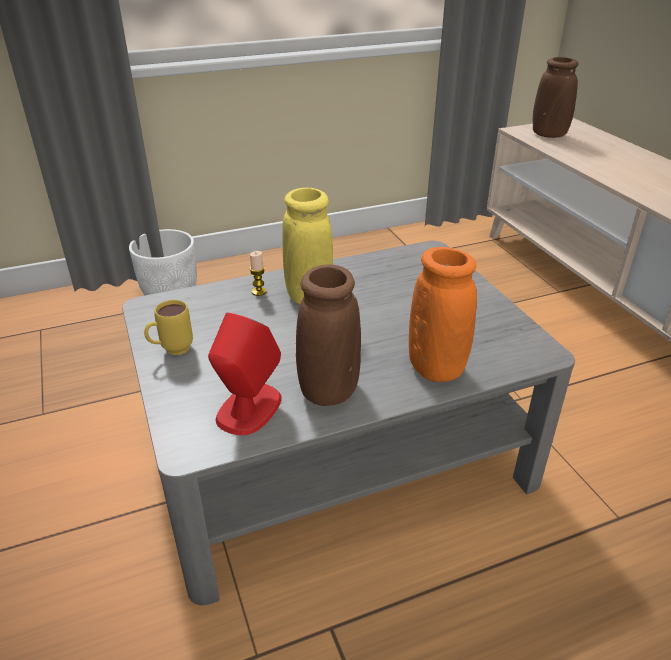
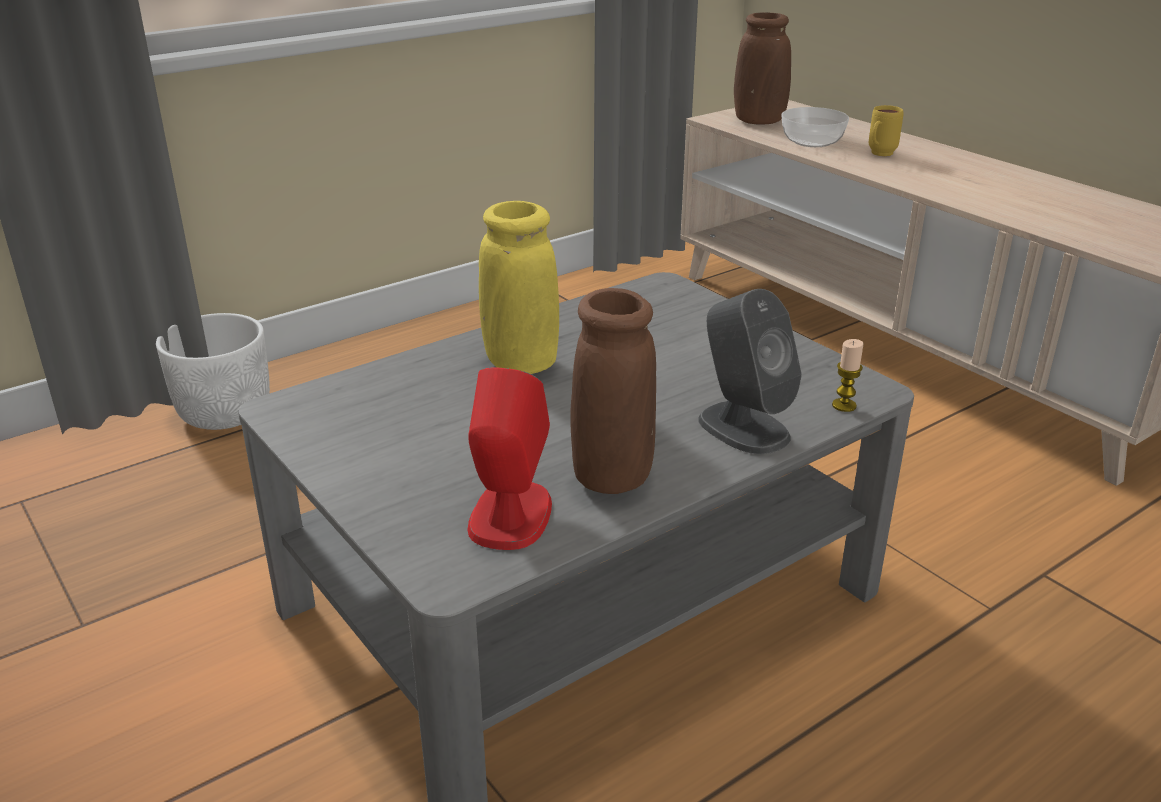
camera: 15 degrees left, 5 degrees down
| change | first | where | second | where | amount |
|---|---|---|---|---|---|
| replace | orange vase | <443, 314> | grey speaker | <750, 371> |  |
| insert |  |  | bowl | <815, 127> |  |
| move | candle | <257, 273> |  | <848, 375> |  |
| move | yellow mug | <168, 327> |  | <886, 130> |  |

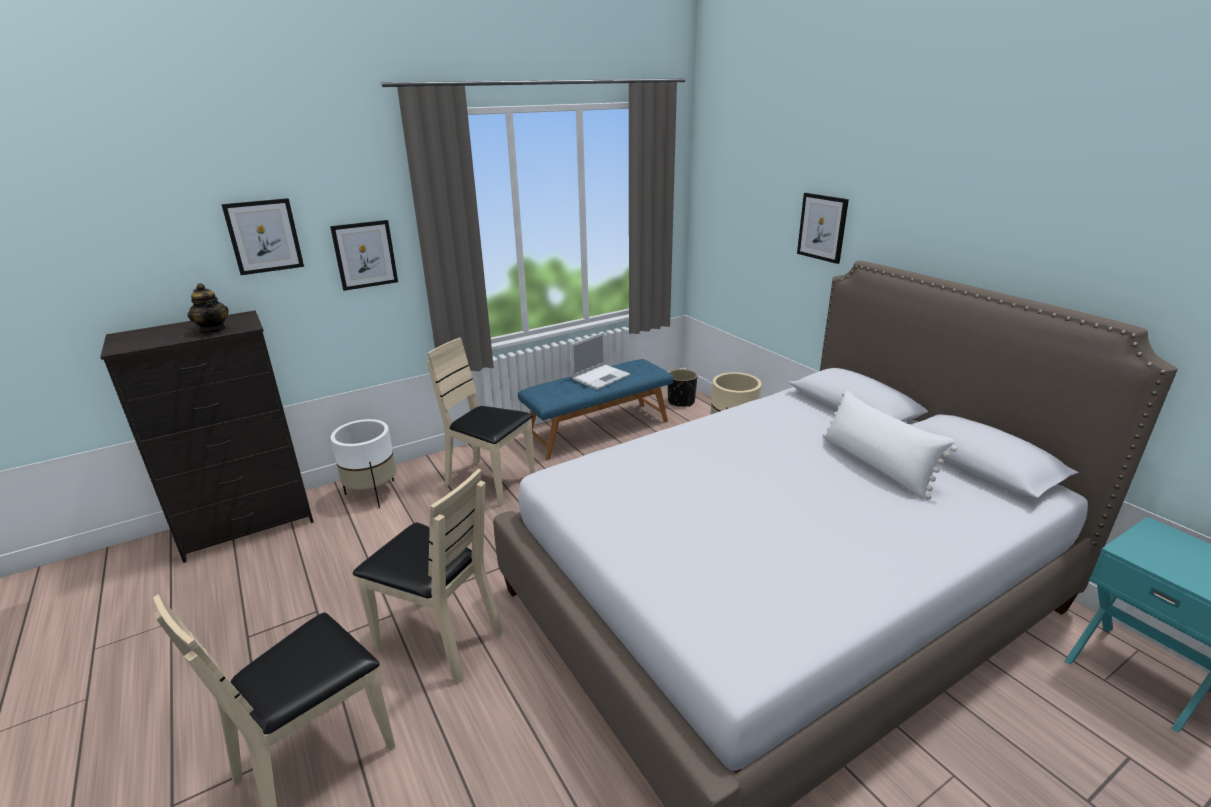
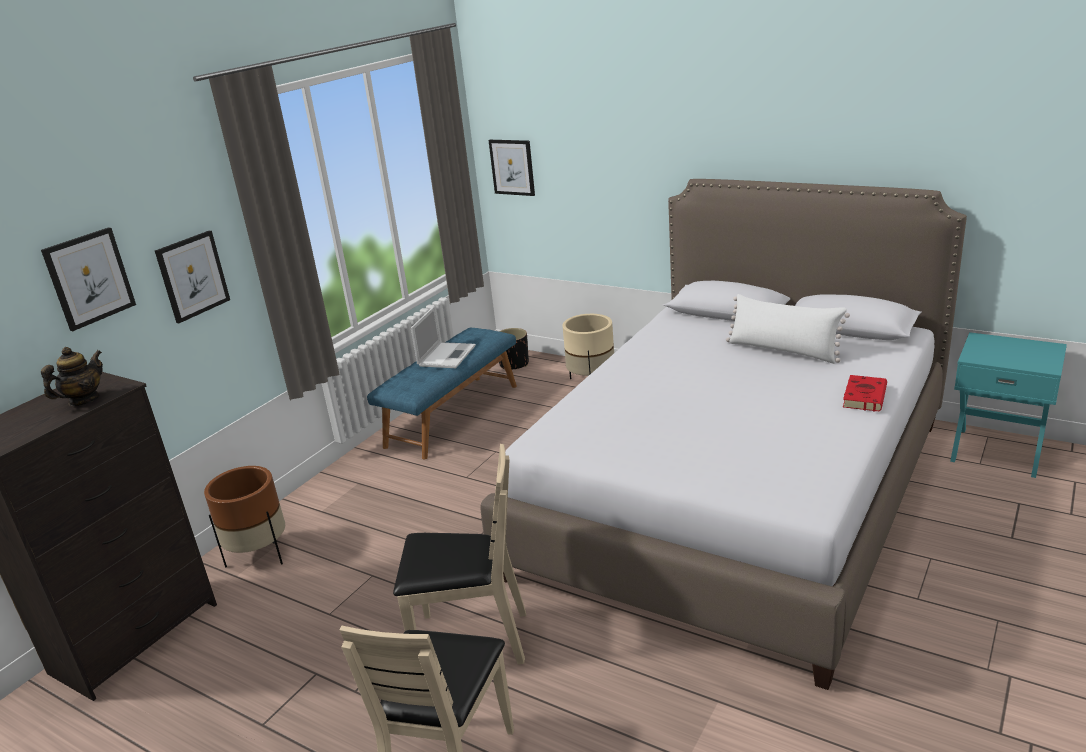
camera: 25 degrees left, 0 degrees up
| change | first | where | second | where | amount |
|---|---|---|---|---|---|
| rotate | teapot | <208, 308> |  | <72, 376> | 75 degrees counterclockwise |
| recolor | white planter | <363, 463> | brown planter | <244, 517> |  |
| move | picture | <823, 228> |  | <512, 168> |  |
| insert |  |  | red book | <865, 393> |  |
| delete | beige chair | <481, 422> |  |  |  |

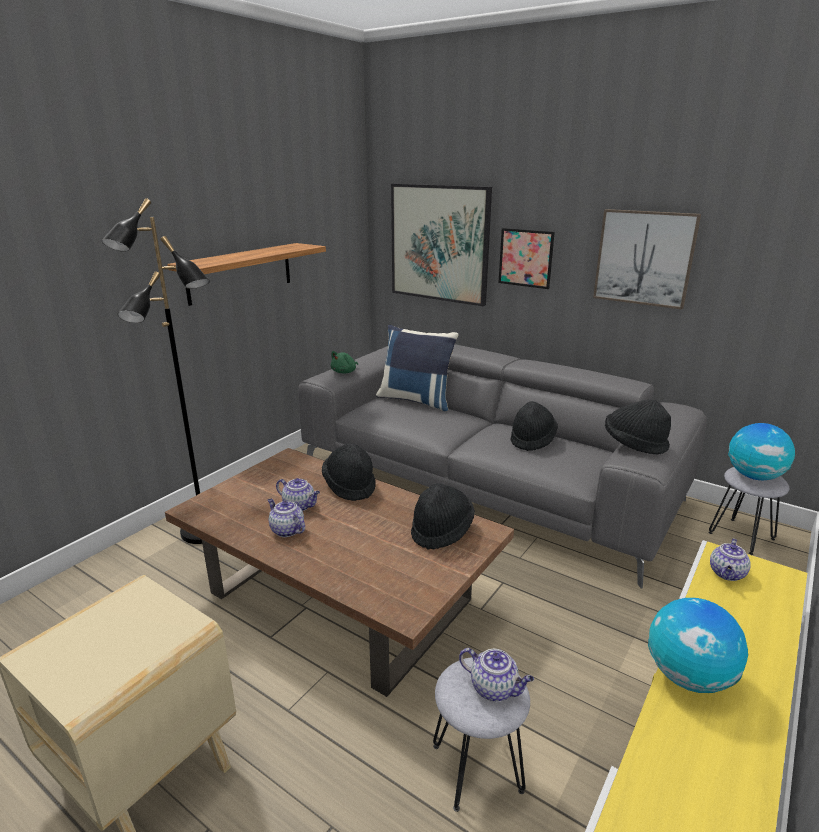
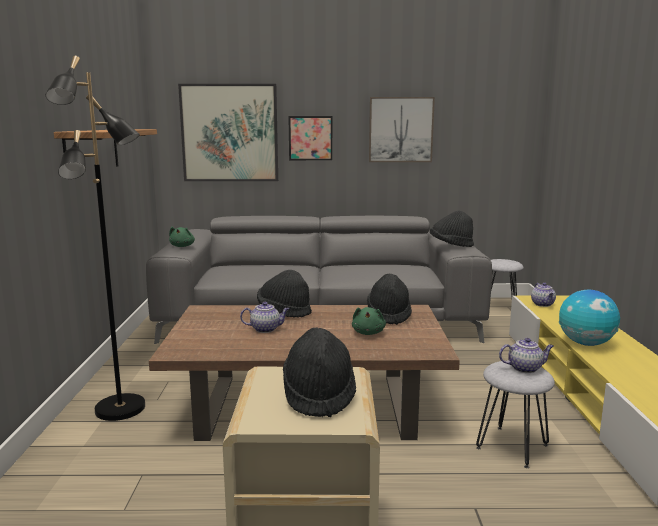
camera: 35 degrees left, 10 degrees down
| change | first | where | second | where | amount |
|---|---|---|---|---|---|
| move | black hat | <534, 426> |  | <319, 372> |  |
| insert |  |  | green plush toy | <369, 321> |  |
| delete | teapot | <286, 518> |  |  |  |
| delete | blue pillow | <417, 368> |  |  |  |
| delete | globe | <761, 451> |  |  |  |

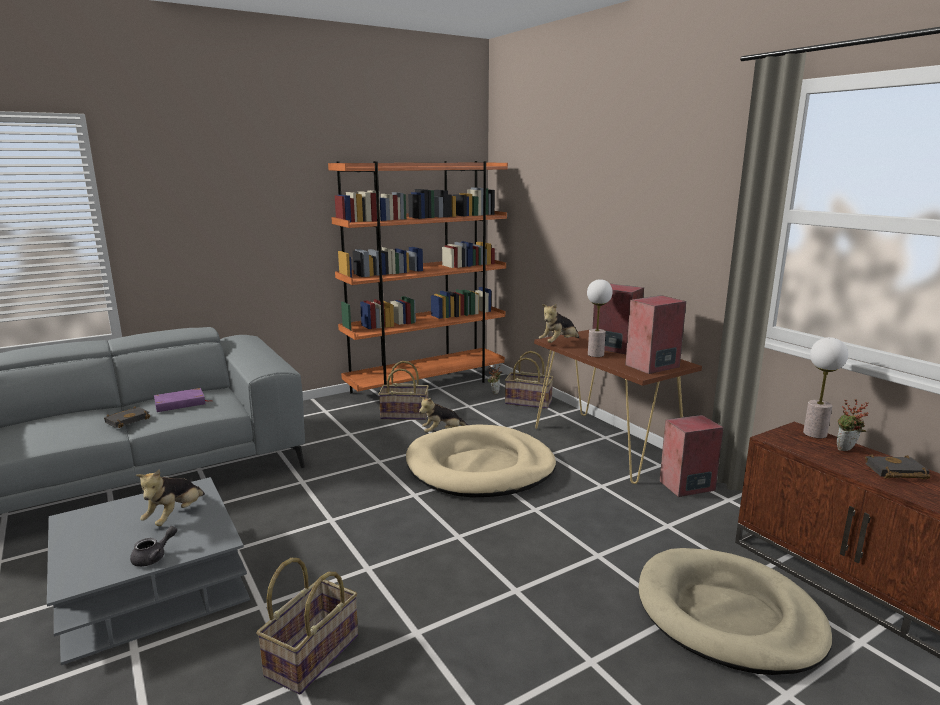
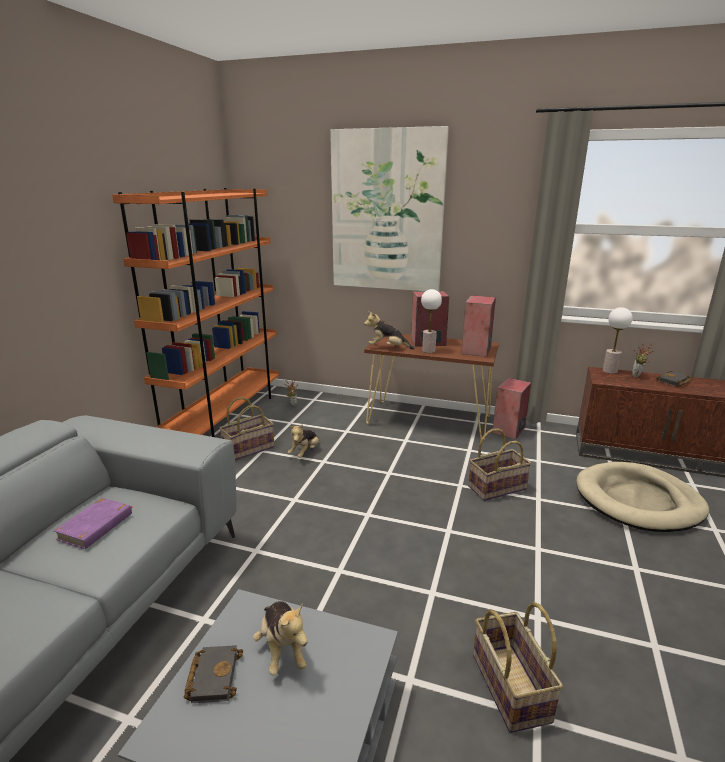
camera: 40 degrees left, 5 degrees up
| change | first | where | second | where | amount |
|---|---|---|---|---|---|
| move | black book | <127, 417> |  | <213, 674> |  |
| insert |  |  | picture | <389, 208> |  |
| rotate | plush toy | <559, 323> |  | <389, 330> | 90 degrees clockwise |
| move | basket | <529, 380> |  | <500, 464> |  |
| delete | grey teapot | <153, 546> |  |  |  |
| delete | beige dog bed | <481, 460> |  |  |  |

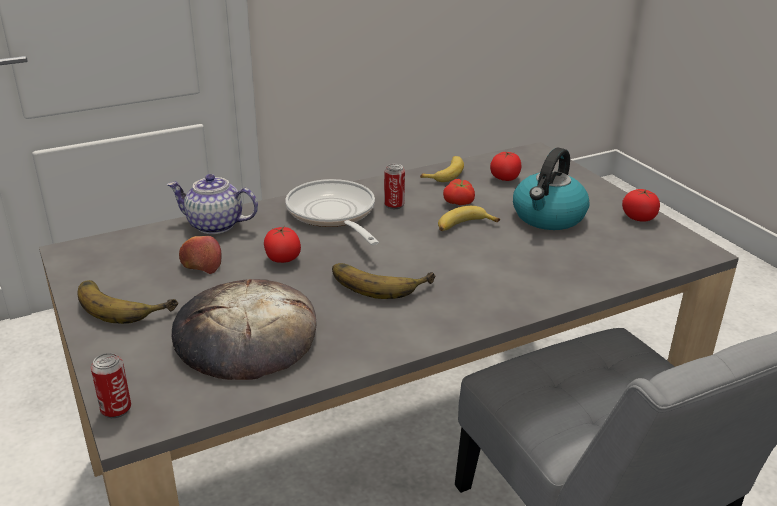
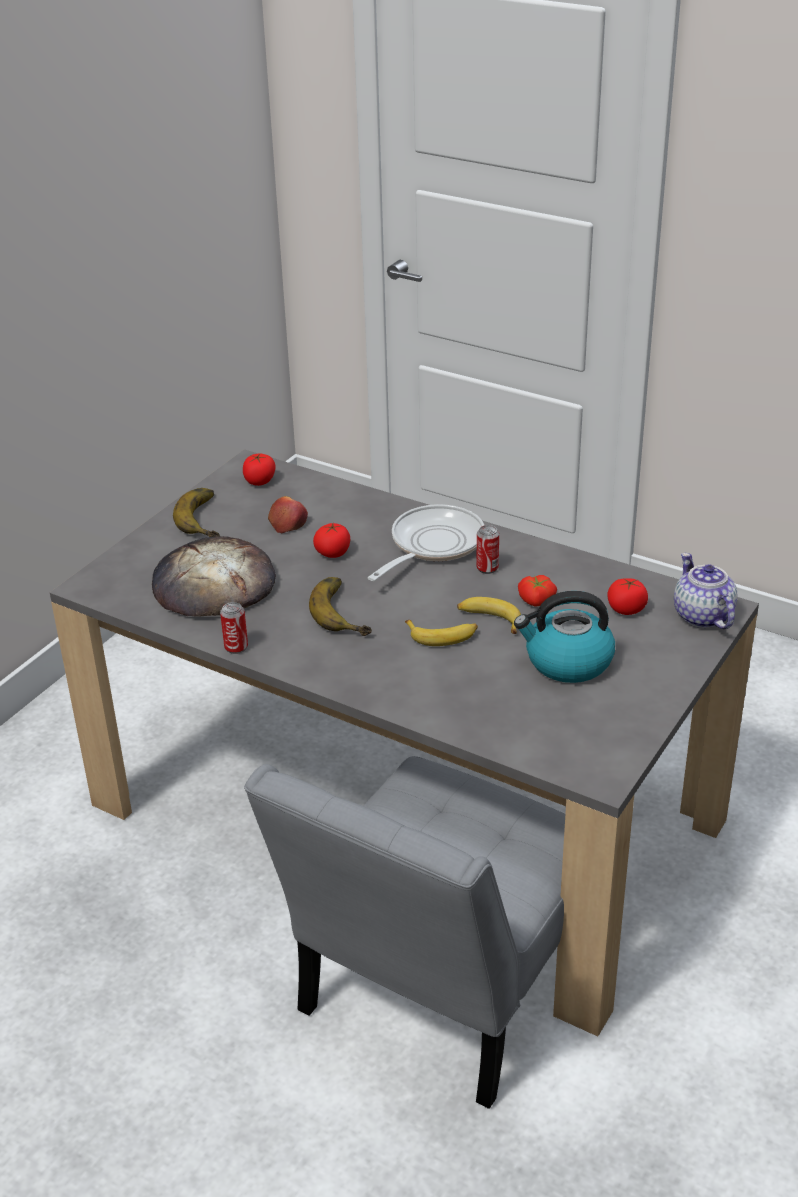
camera: 60 degrees right, 5 degrees up
| change | first | where | second | where | amount |
|---|---|---|---|---|---|
| move | can | <111, 385> |  | <234, 628> |  |
| move | tomato | <641, 205> |  | <259, 469> |  |
| move | banana | <442, 169> |  | <441, 633> |  |
| move | teapot | <212, 204> |  | <706, 591> |  |

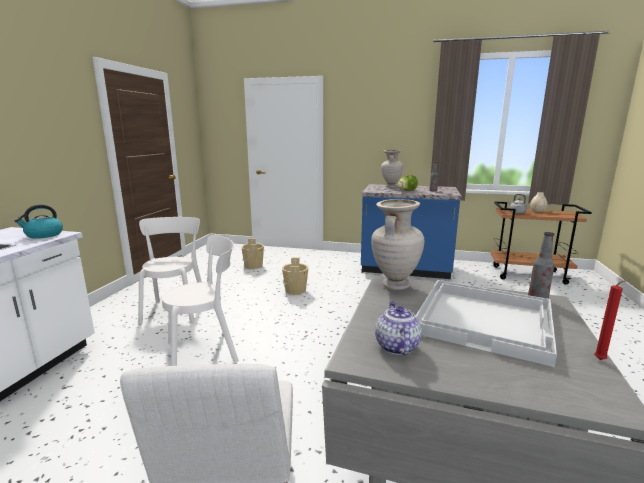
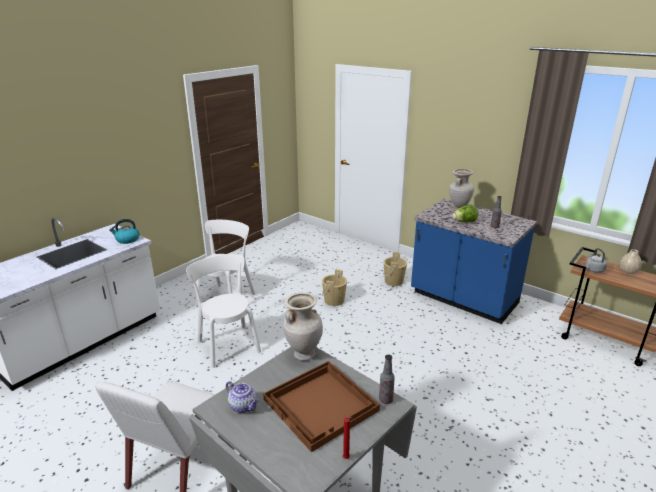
camera: 25 degrees right, 10 degrees up
| change | first | where | second | where | amount |
|---|---|---|---|---|---|
| rotate | white chair | <200, 300> |  | <223, 311> | 120 degrees counterclockwise |
| rotate | teapot | <398, 328> |  | <242, 397> | 105 degrees clockwise |
| recolor | white tray | <486, 323> | brown tray | <321, 406> |  |
| move | beige bucket | <252, 253> |  | <395, 269> |  |

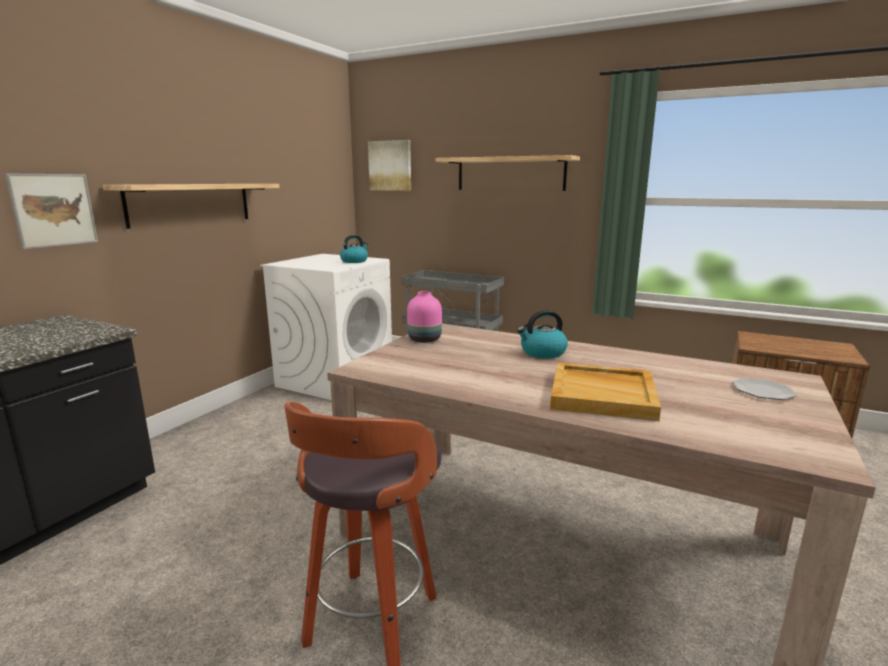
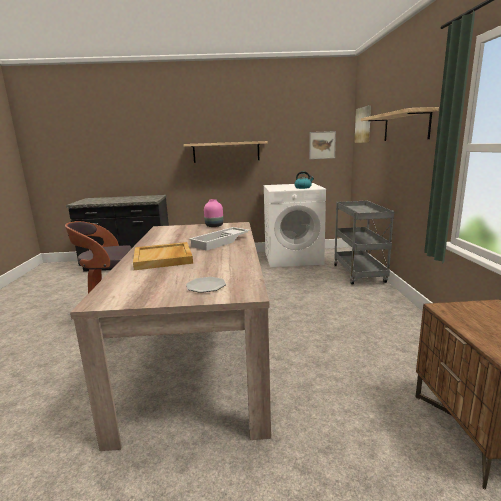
camera: 60 degrees right, 0 degrees up
| change | first | where | second | where | amount |
|---|---|---|---|---|---|
| replace | kettle | <542, 334> | white tray | <219, 239> |  |
| move | picture | <51, 211> |  | <322, 145> |  |

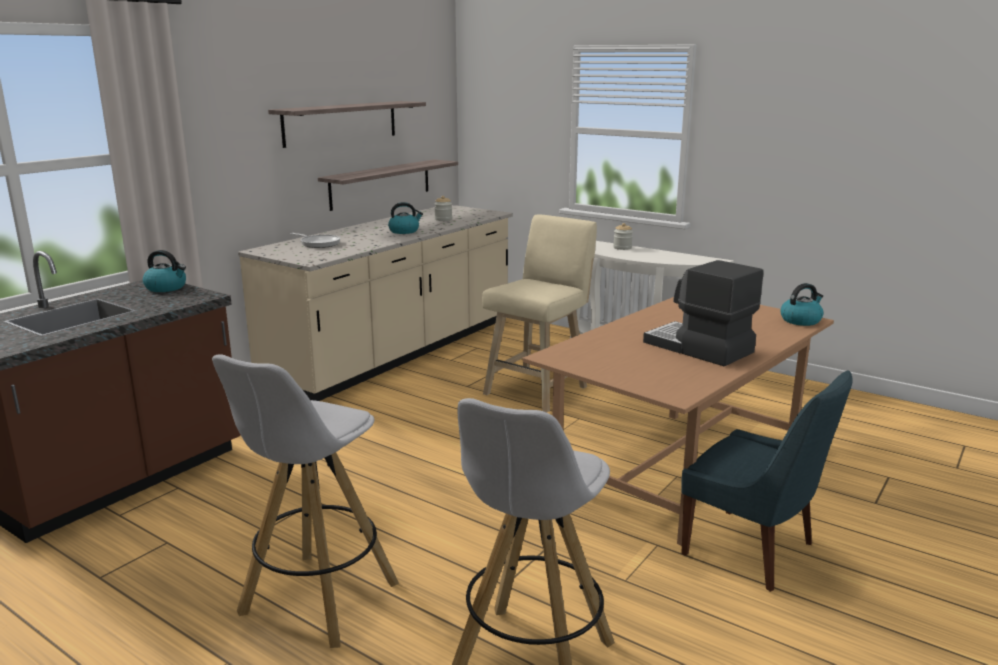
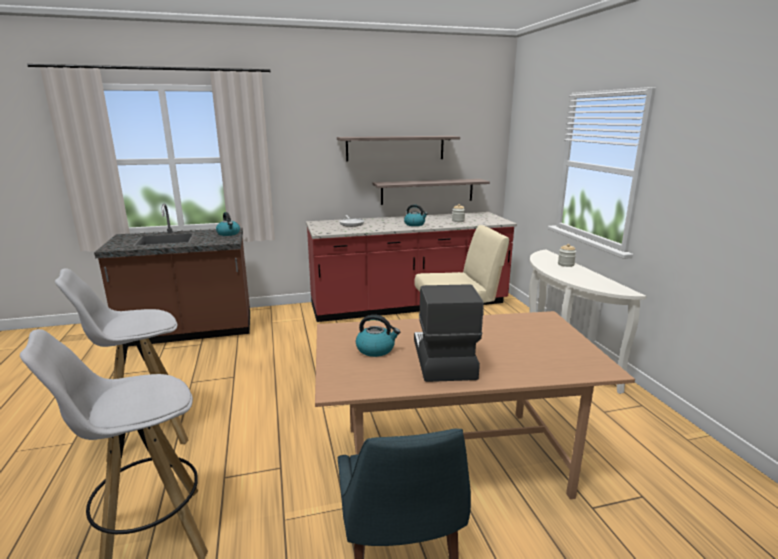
camera: 40 degrees right, 0 degrees up
| change | first | where | second | where | amount |
|---|---|---|---|---|---|
| recolor | beige counter | <375, 303> | red counter | <411, 267> |  |
| move | kettle | <801, 304> |  | <378, 336> |  |

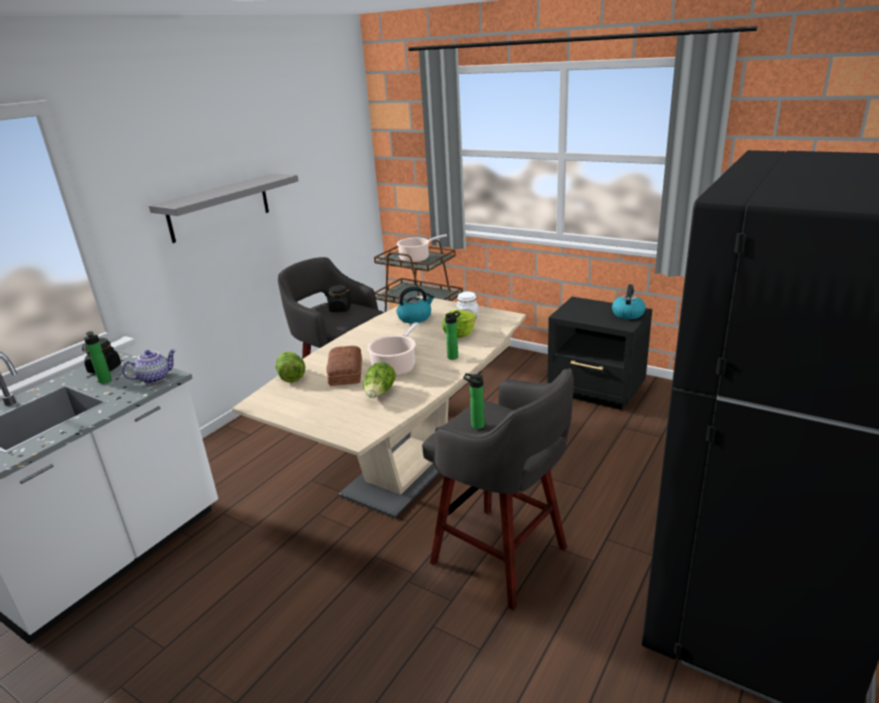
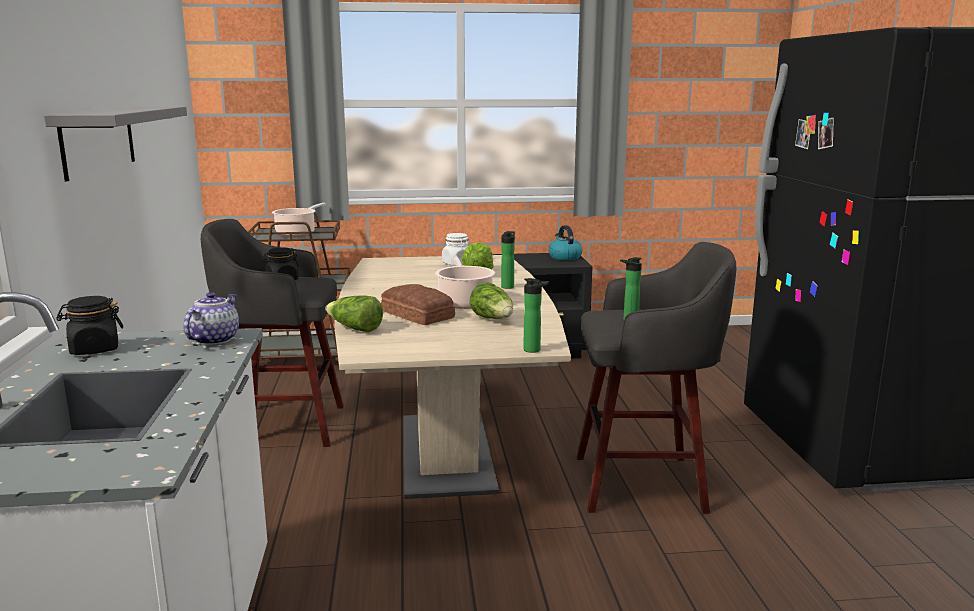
camera: 40 degrees left, 10 degrees down
| change | first | where | second | where | amount |
|---|---|---|---|---|---|
| move | bottle | <98, 357> |  | <536, 315> |  |
| delete | kettle | <416, 305> |  |  |  |

